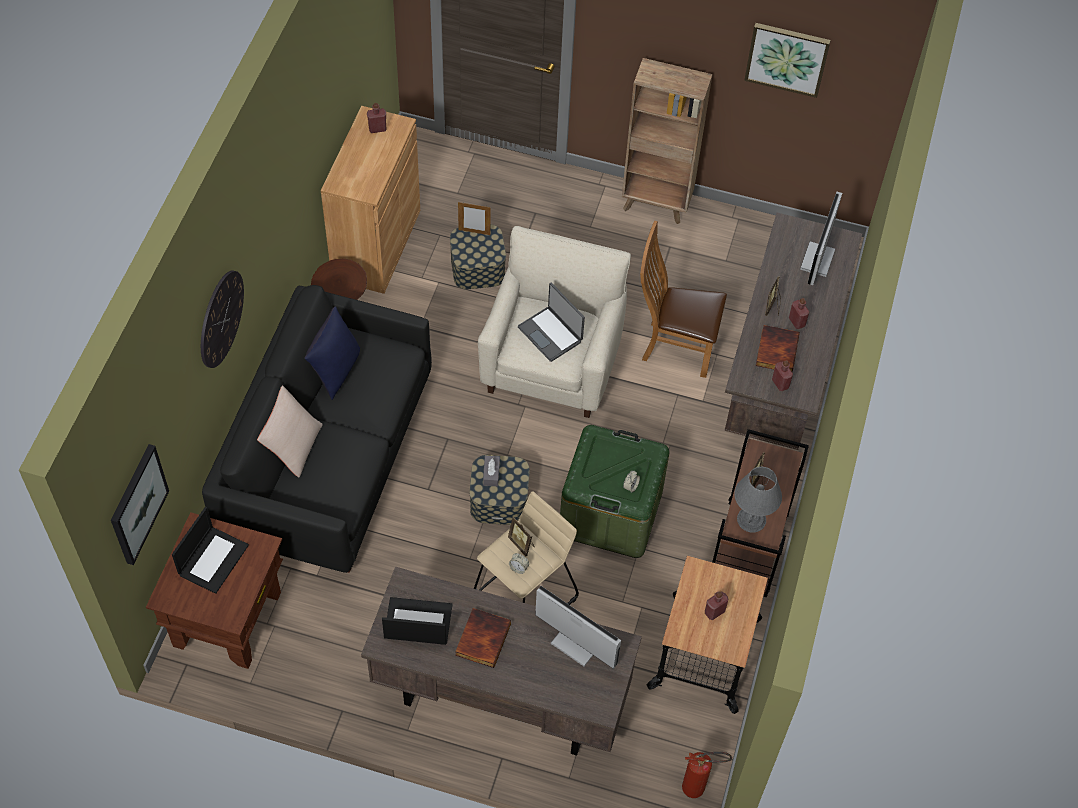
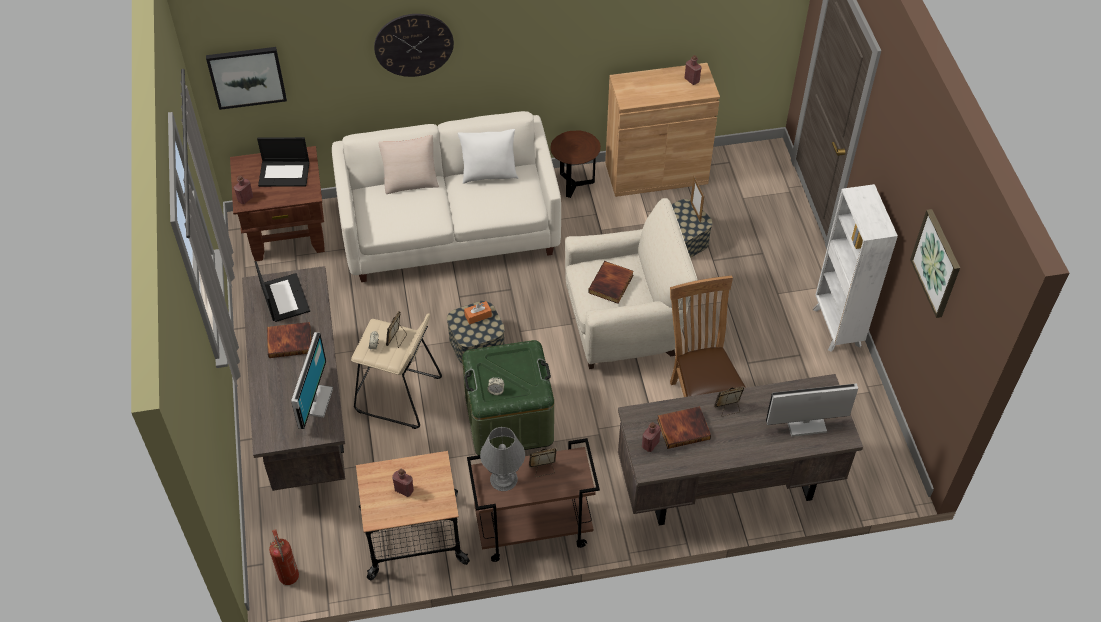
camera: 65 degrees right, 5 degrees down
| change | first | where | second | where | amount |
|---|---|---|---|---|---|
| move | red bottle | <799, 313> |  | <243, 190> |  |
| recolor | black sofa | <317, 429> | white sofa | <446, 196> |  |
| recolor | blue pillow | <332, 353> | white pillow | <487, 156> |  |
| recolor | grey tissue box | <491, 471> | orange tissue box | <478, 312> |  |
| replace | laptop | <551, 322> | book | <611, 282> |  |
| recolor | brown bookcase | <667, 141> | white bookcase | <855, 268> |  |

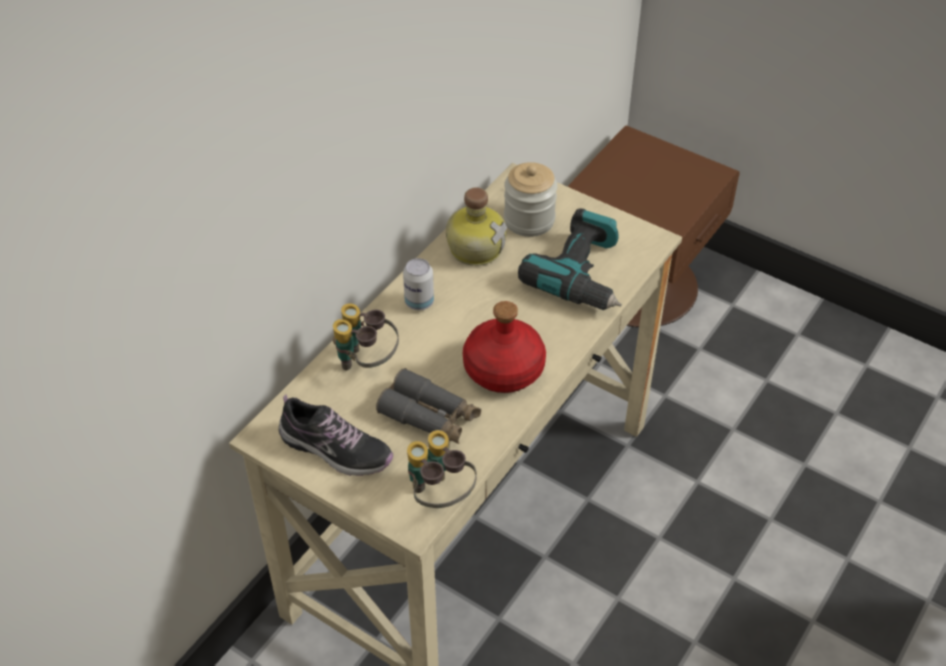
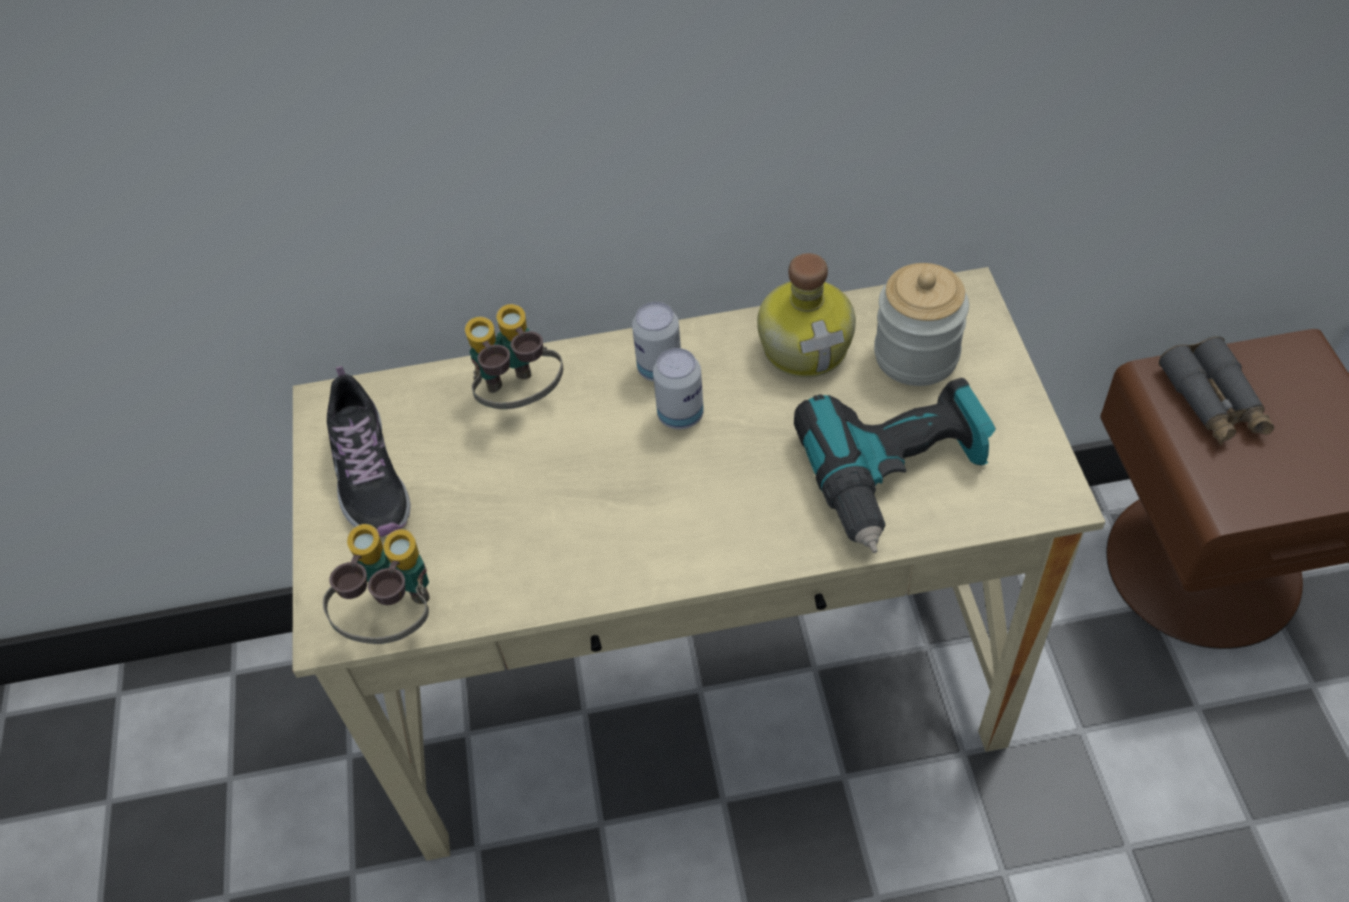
camera: 50 degrees right, 5 degrees up
| change | first | where | second | where | amount |
|---|---|---|---|---|---|
| insert |  |  | can | <678, 388> |  |
| move | grey binoculars | <428, 406> |  | <1216, 391> |  |
| delete | red bottle | <504, 347> |  |  |  |

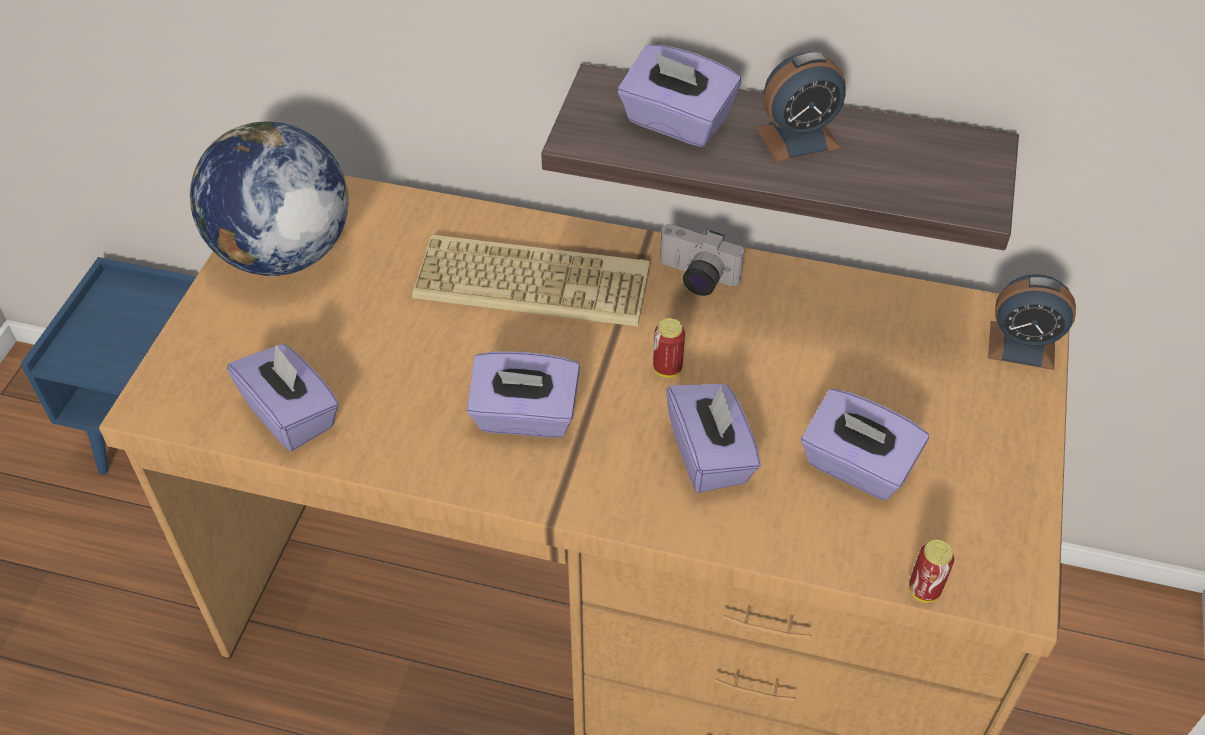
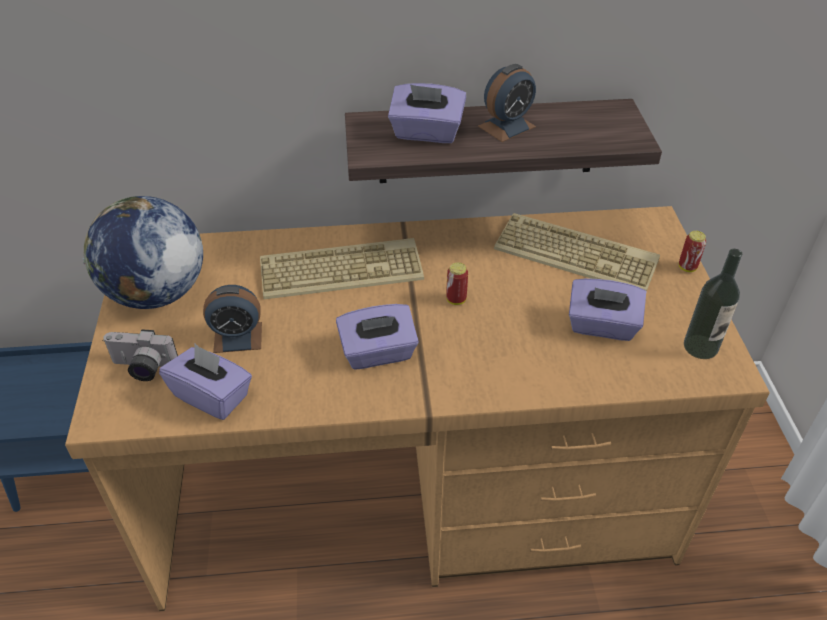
camera: 20 degrees left, 5 degrees down
| change | first | where | second | where | amount |
|---|---|---|---|---|---|
| move | photo camera | <701, 260> |  | <140, 355> |  |
| move | alarm clock | <1032, 322> |  | <232, 319> |  |
| insert |  |  | keyboard | <577, 252> |  |
| move | can | <931, 571> |  | <692, 251> |  |
| insert |  |  | bottle | <713, 304> |  |
| delete | purple tissue box | <713, 438> |  |  |  |

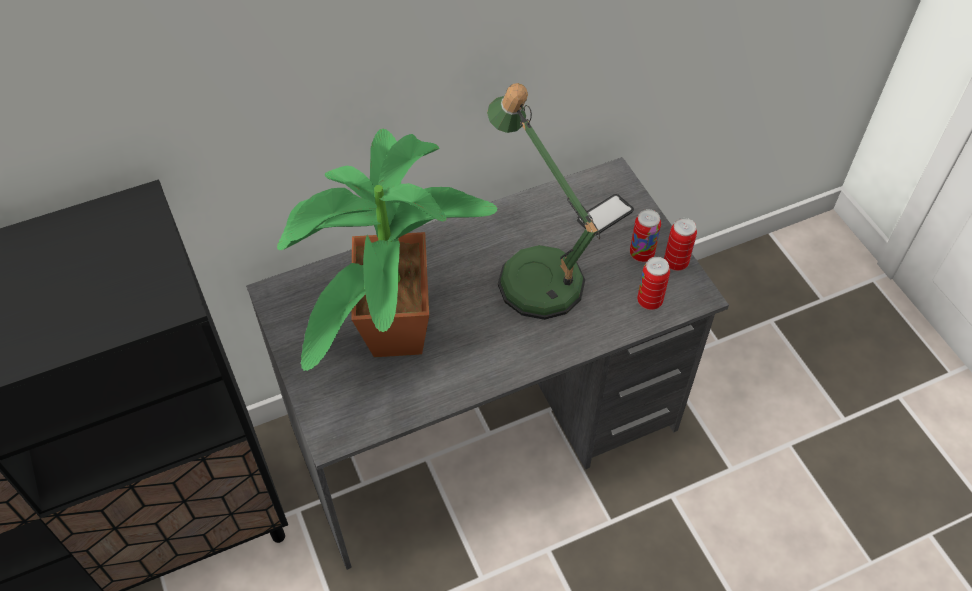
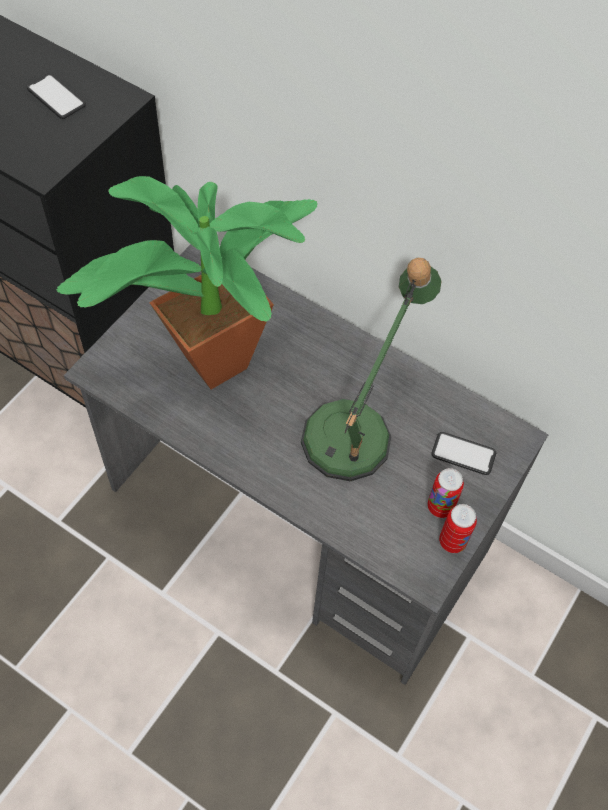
camera: 55 degrees right, 5 degrees up
| change | first | where | second | where | amount |
|---|---|---|---|---|---|
| insert |  |  | phone | <56, 96> |  |
| delete | can | <653, 283> |  |  |  |

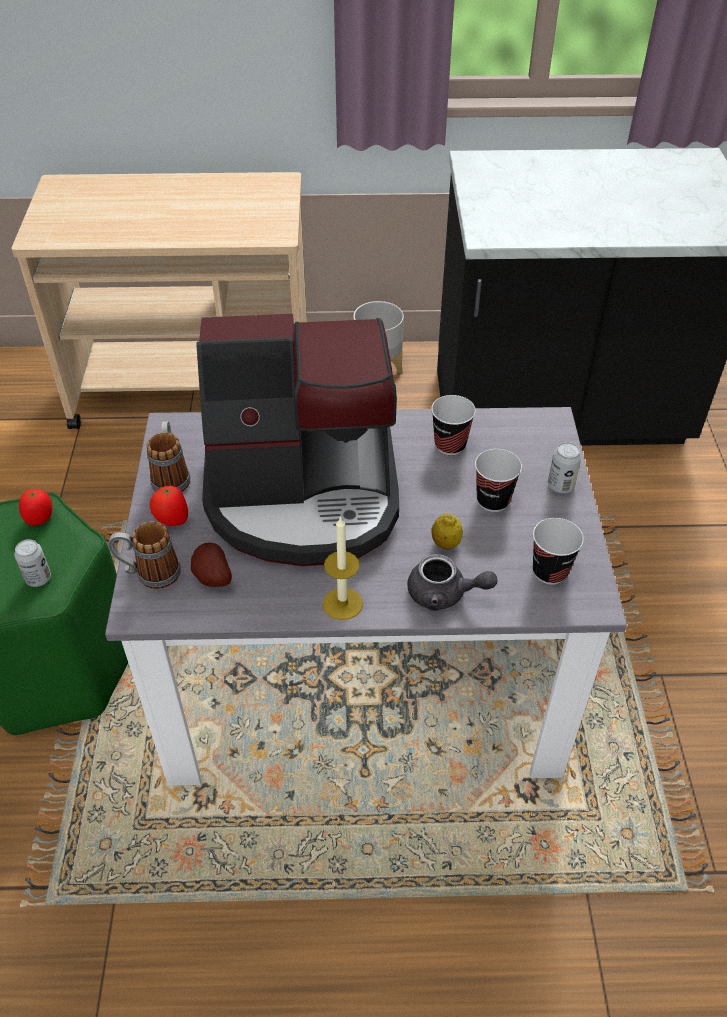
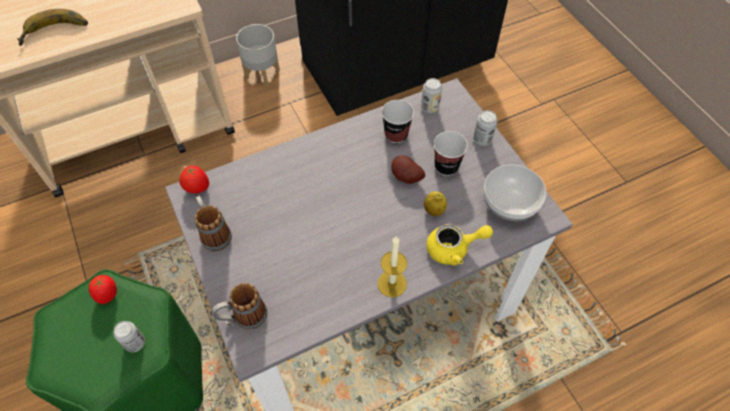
camera: 25 degrees left, 10 degrees up
| change | first | where | second | where | amount |
|---|---|---|---|---|---|
| insert |  |  | banana | <52, 27> |  |
| move | tomato | <169, 506> |  | <194, 179> |  |
| move | potato | <211, 565> |  | <408, 169> |  |
| insert |  |  | can | <431, 95> |  |
| recolor | grey teapot | <452, 582> | yellow teapot | <459, 245> |  |
| replace | cup | <558, 551> | bowl | <515, 192> |  |
| delete | coffee machine | <298, 440> |  |  |  |

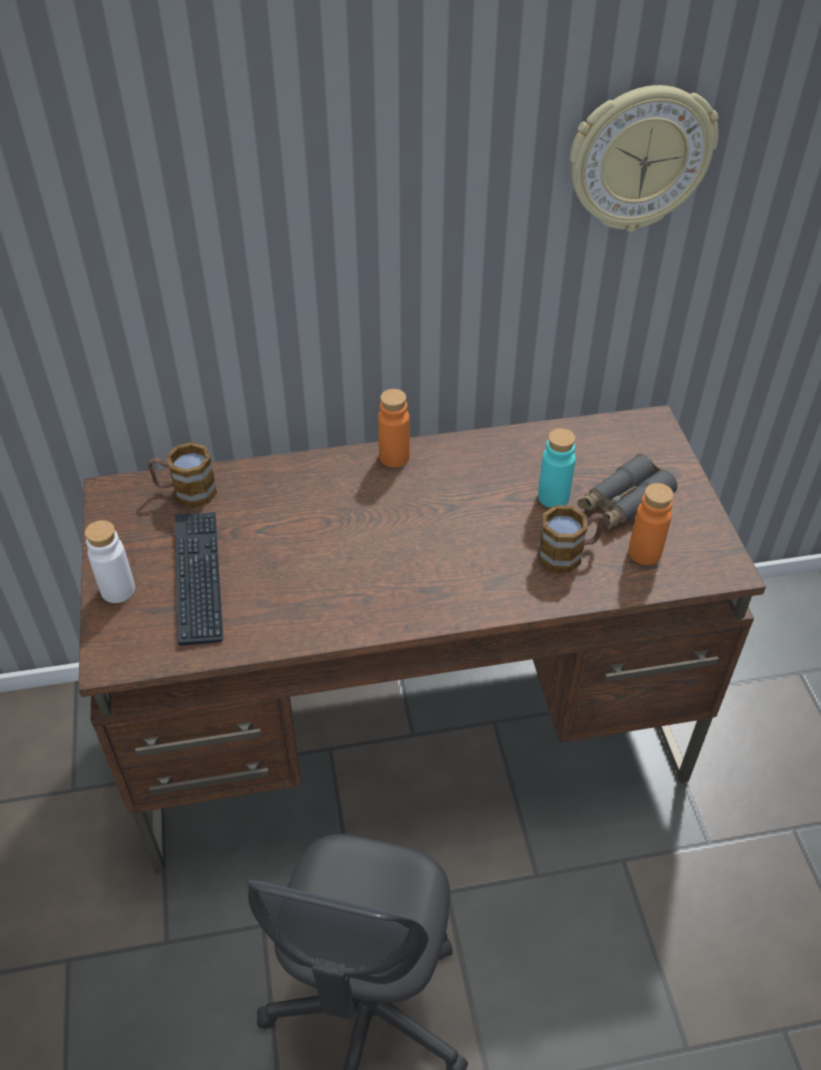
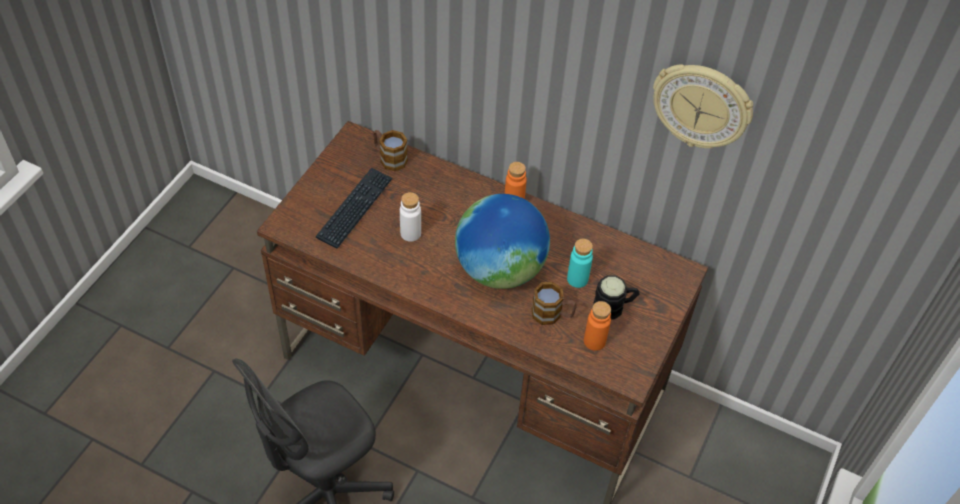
camera: 35 degrees right, 5 degrees up
| change | first | where | second | where | amount |
|---|---|---|---|---|---|
| move | white bottle | <110, 561> |  | <410, 217> |  |
| insert |  |  | globe | <502, 241> |  |
| replace | grey binoculars | <627, 492> | black mug | <616, 297> |  |

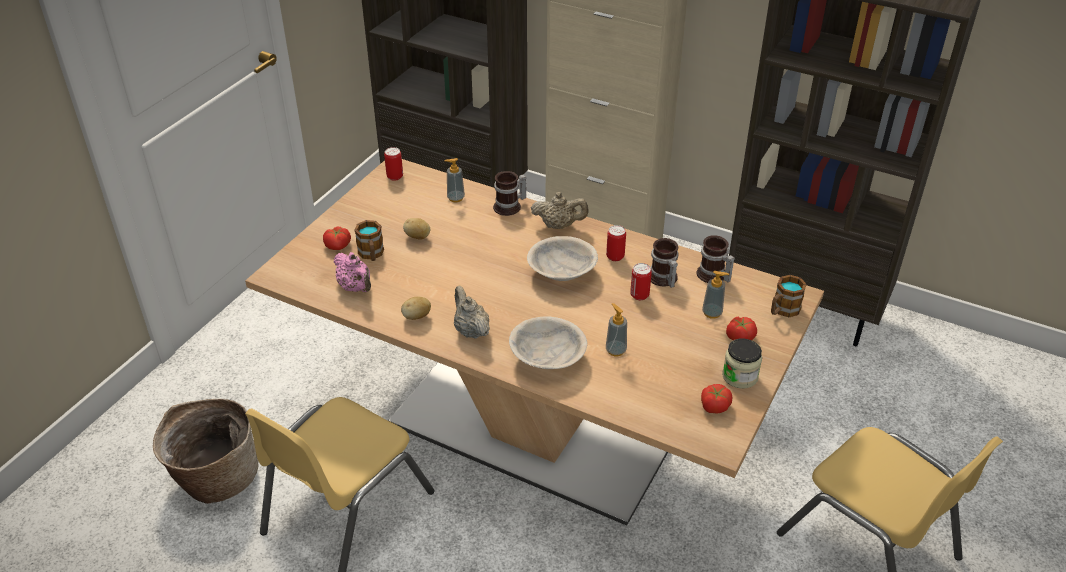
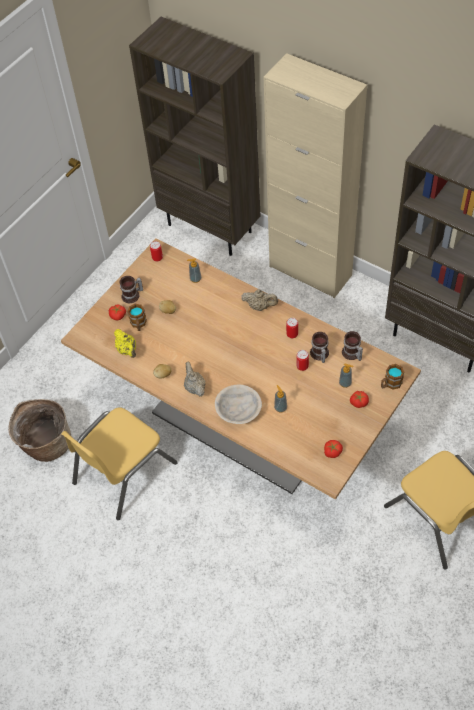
camera: 10 degrees right, 15 degrees up
| change | first | where | second | where | amount |
|---|---|---|---|---|---|
| recolor | pink teapot | <352, 272> | yellow teapot | <125, 343> |  |
| move | mug | <509, 193> |  | <131, 289> |  |
| delete | beige bowl | <562, 258> |  |  |  |
| delete | jar | <742, 363> |  |  |  |

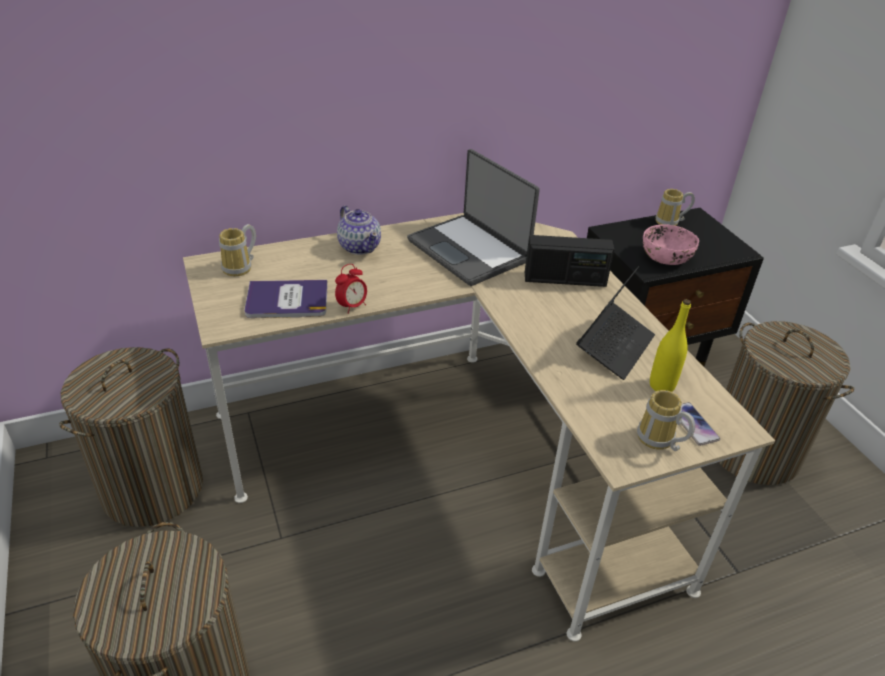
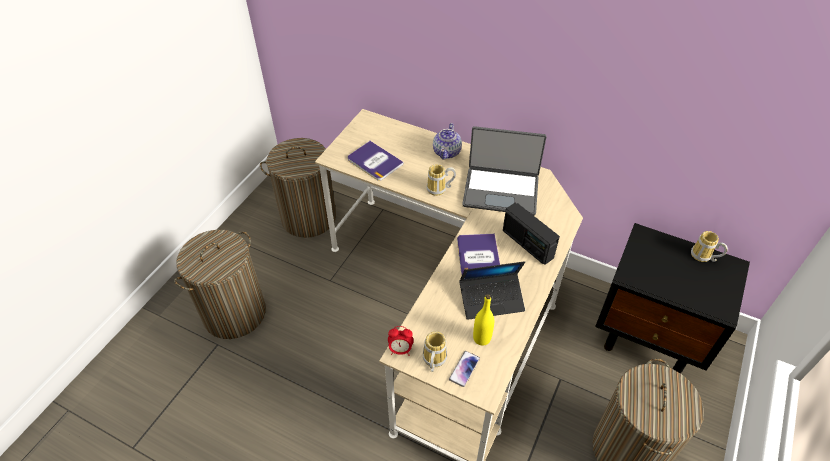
camera: 50 degrees right, 10 degrees up
| change | first | where | second | where | amount |
|---|---|---|---|---|---|
| move | alarm clock | <351, 289> |  | <401, 341> |  |
| move | mug | <237, 250> |  | <441, 180> |  |
| insert |  |  | book | <478, 254> |  |
| rotate | laptop | <473, 217> |  | <504, 171> | 90 degrees counterclockwise |
| delete | pink bowl | <671, 244> |  |  |  |

